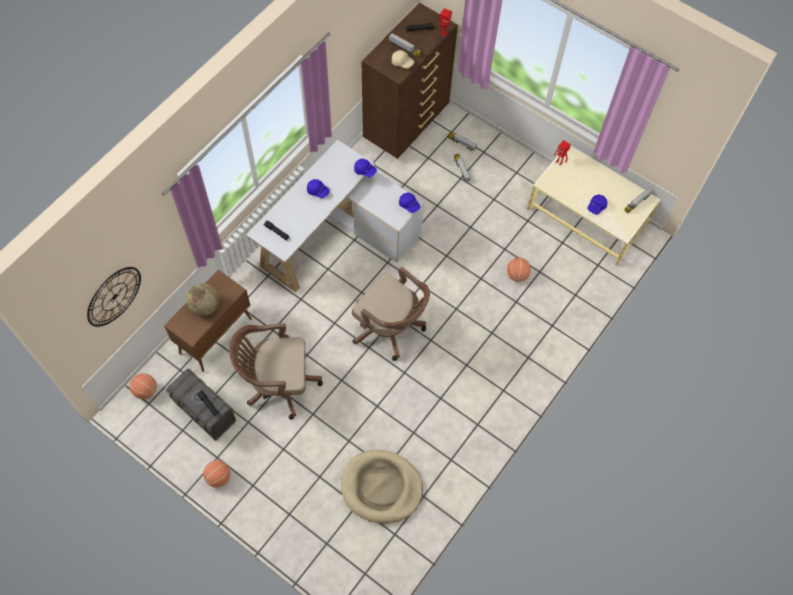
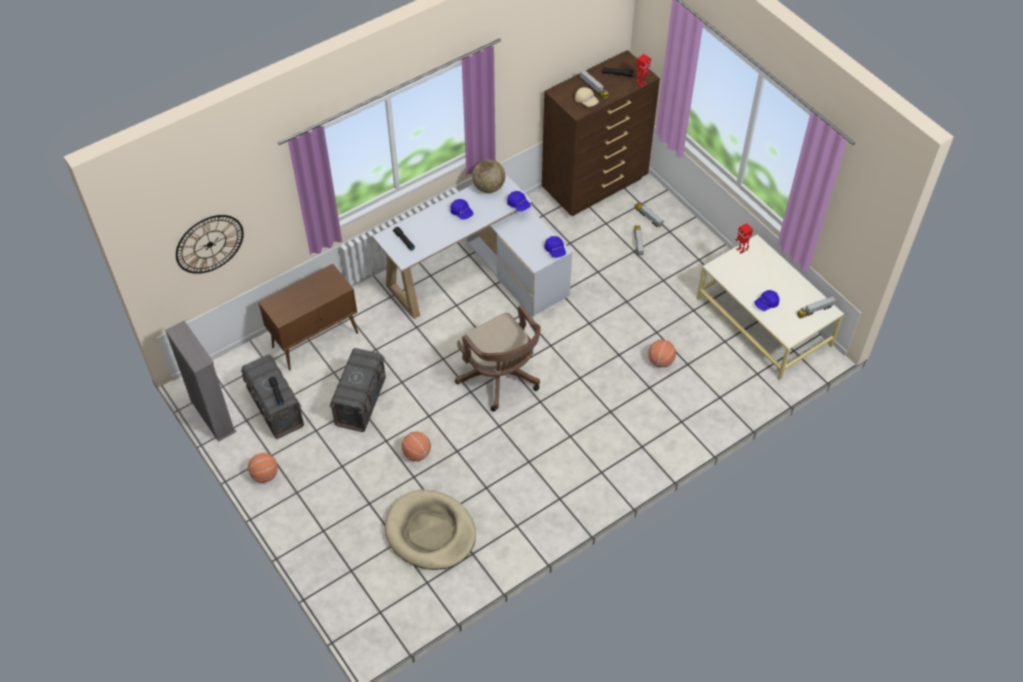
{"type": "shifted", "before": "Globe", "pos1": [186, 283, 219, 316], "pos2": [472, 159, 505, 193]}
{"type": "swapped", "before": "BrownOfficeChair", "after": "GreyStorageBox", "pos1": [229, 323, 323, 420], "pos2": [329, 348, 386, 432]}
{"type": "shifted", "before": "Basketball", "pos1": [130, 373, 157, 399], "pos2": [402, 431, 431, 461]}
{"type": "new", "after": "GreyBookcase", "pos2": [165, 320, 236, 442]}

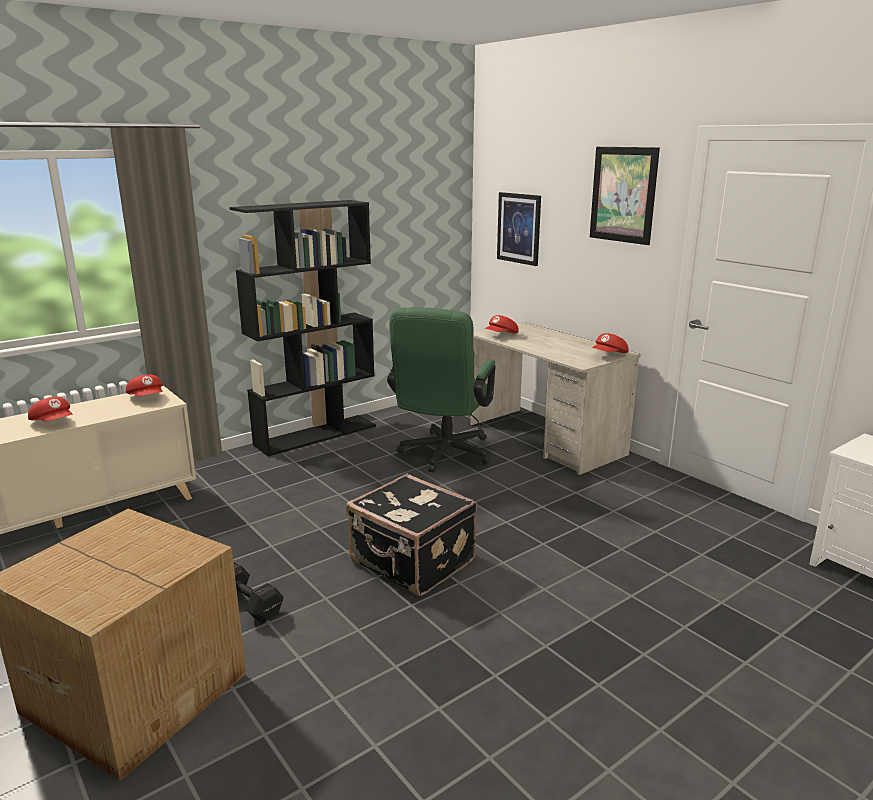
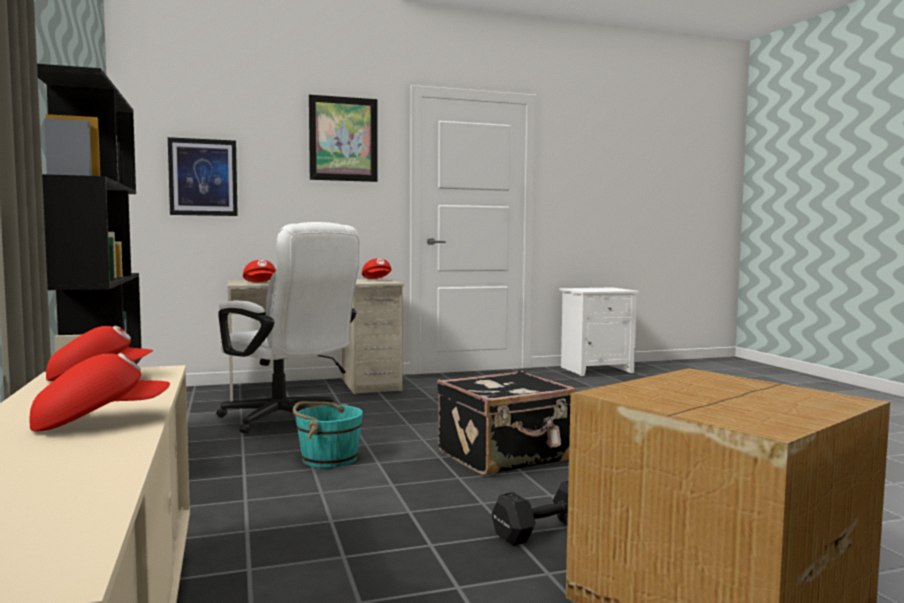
{"type": "repainted", "before": "GreenOfficeChair", "after": "WhiteOfficeChair", "pos1": [387, 307, 496, 473], "pos2": [217, 222, 359, 434]}
{"type": "new", "after": "TurquoiseBucket", "pos2": [293, 401, 363, 468]}

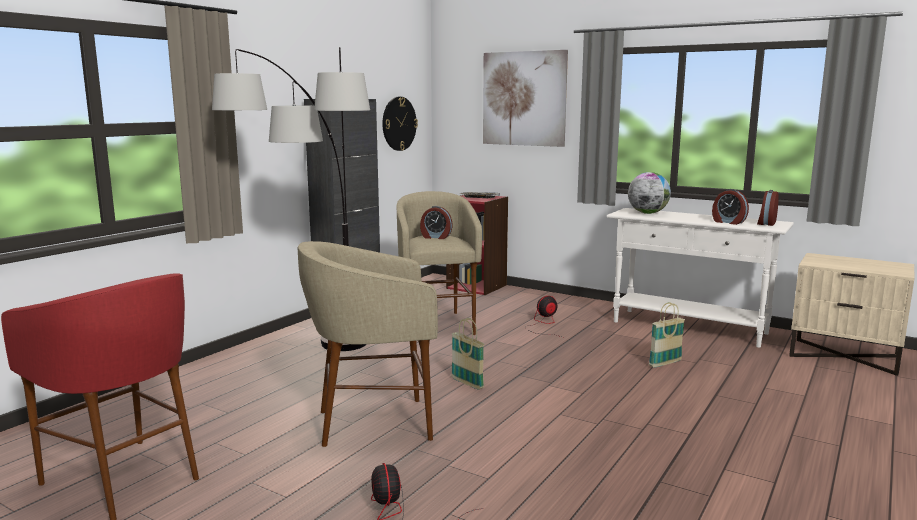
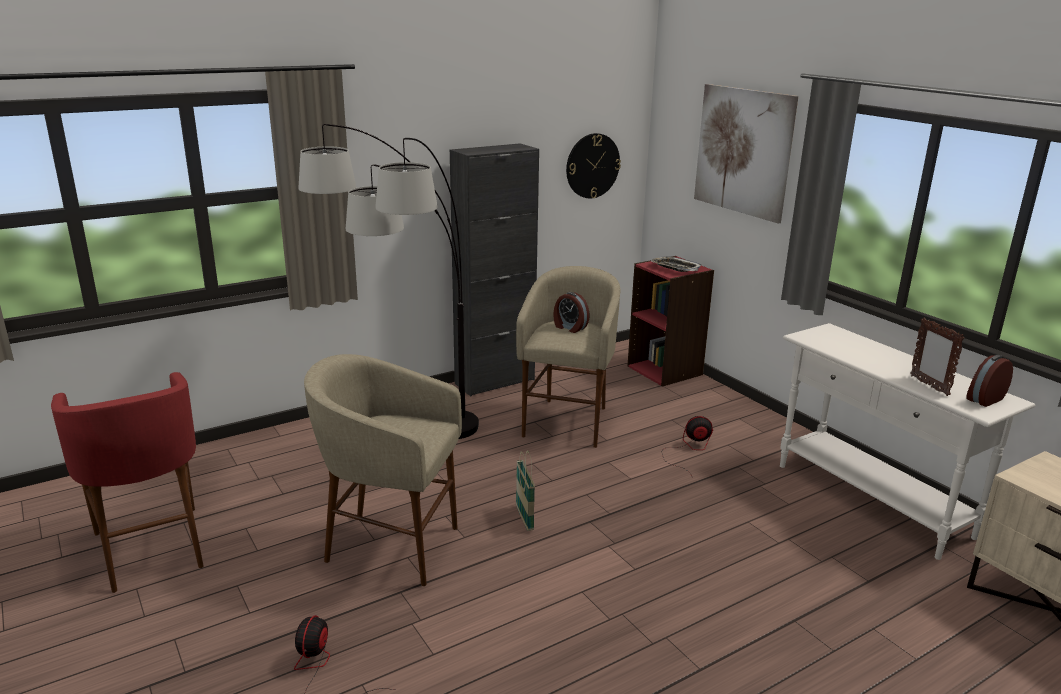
{"type": "gone", "before": "Globe", "pos1": [628, 172, 671, 214]}
{"type": "swapped", "before": "AlarmClock", "after": "PictureFrame", "pos1": [712, 189, 749, 225], "pos2": [910, 317, 965, 396]}
{"type": "gone", "before": "Basket", "pos1": [649, 302, 685, 368]}

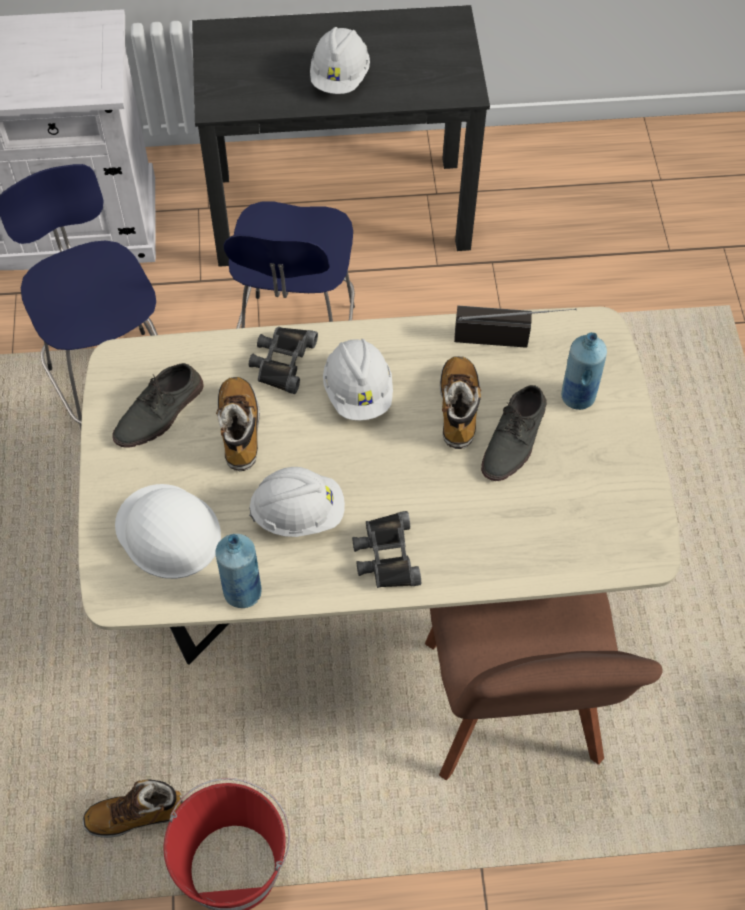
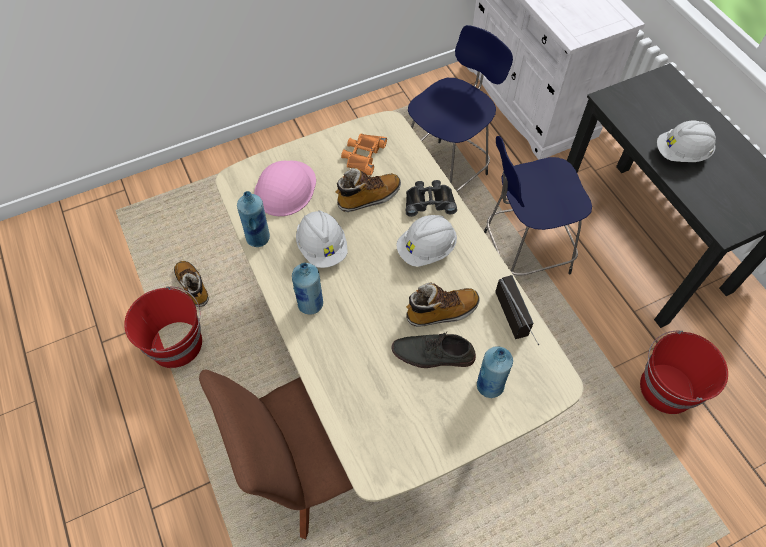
{"type": "swapped", "before": "GreyShoe", "after": "OrangeBinoculars", "pos1": [112, 363, 204, 448], "pos2": [341, 134, 387, 176]}
{"type": "repainted", "before": "WhiteHardHat", "after": "PinkHardHat", "pos1": [115, 484, 221, 579], "pos2": [254, 161, 316, 216]}
{"type": "swapped", "before": "BlackBinoculars", "after": "BlueBottle", "pos1": [352, 511, 421, 588], "pos2": [292, 263, 323, 315]}
{"type": "new", "after": "RedBucket", "pos2": [640, 330, 728, 414]}

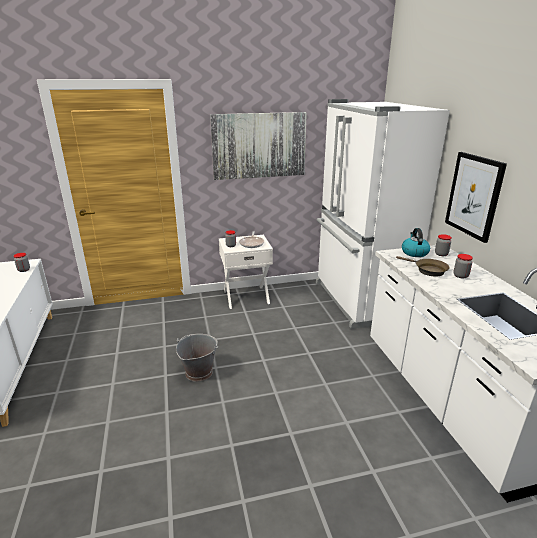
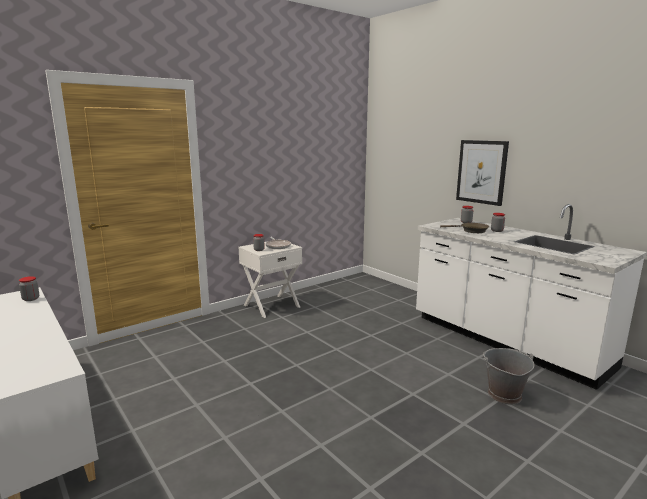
{"type": "gone", "before": "WhiteFridge", "pos1": [316, 99, 450, 329]}
{"type": "gone", "before": "Picture", "pos1": [210, 112, 307, 180]}
{"type": "gone", "before": "Kettle", "pos1": [402, 228, 430, 257]}
{"type": "shifted", "before": "GreyBucket", "pos1": [176, 334, 218, 382], "pos2": [483, 348, 535, 405]}

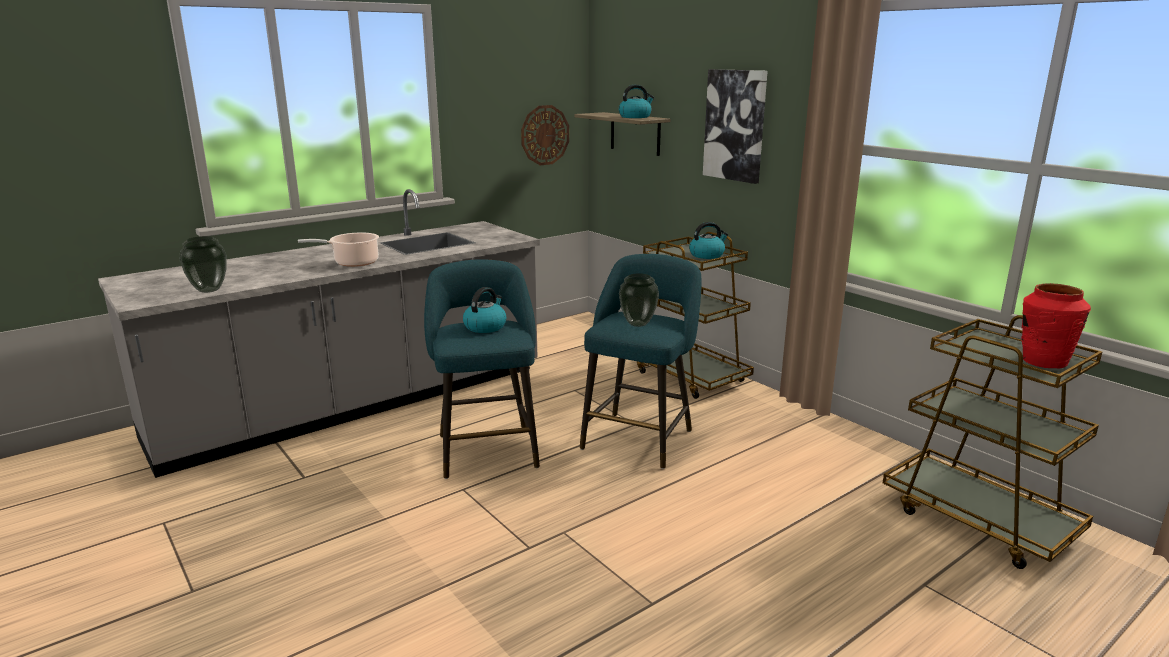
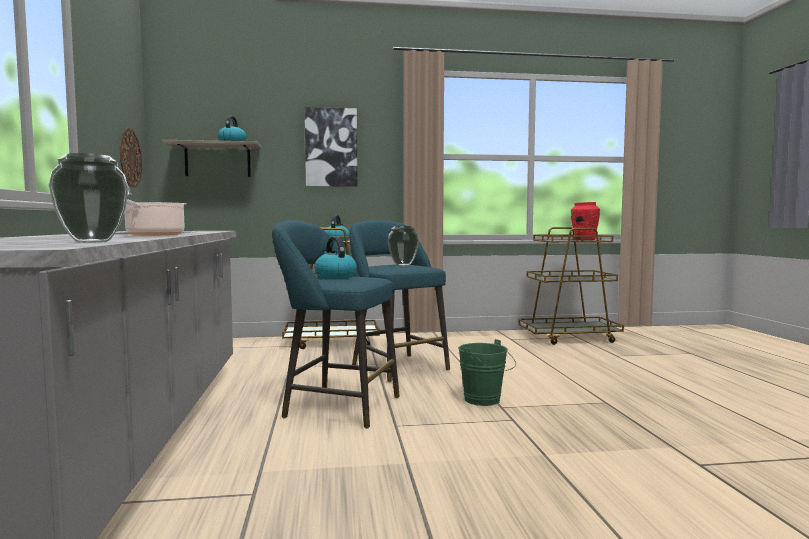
{"type": "new", "after": "GreenBucket", "pos2": [458, 339, 516, 406]}

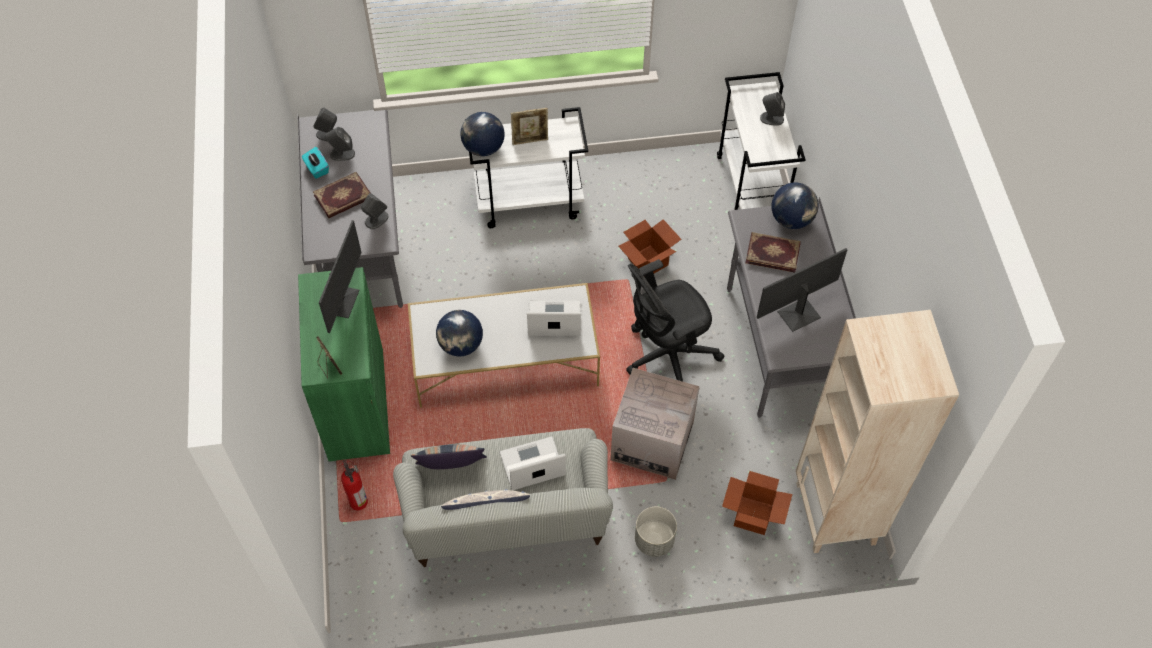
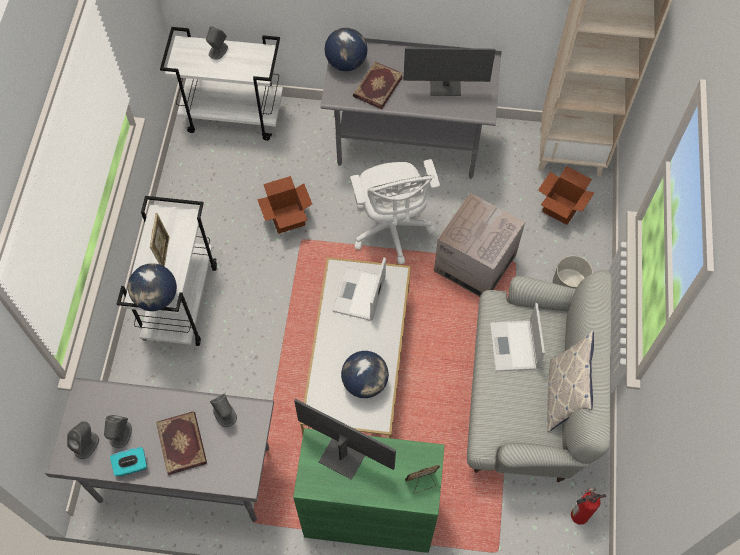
{"type": "rotated", "before": "Monitor", "pos1": [757, 248, 848, 332], "pos2": [404, 48, 496, 96], "turn": -75}
{"type": "repainted", "before": "BlackOfficeChair", "after": "WhiteOfficeChair", "pos1": [626, 259, 724, 382], "pos2": [351, 159, 440, 265]}
{"type": "gone", "before": "Pillow", "pos1": [410, 444, 487, 469]}
{"type": "shifted", "before": "FireExtinguisher", "pos1": [341, 460, 368, 510], "pos2": [571, 487, 606, 525]}

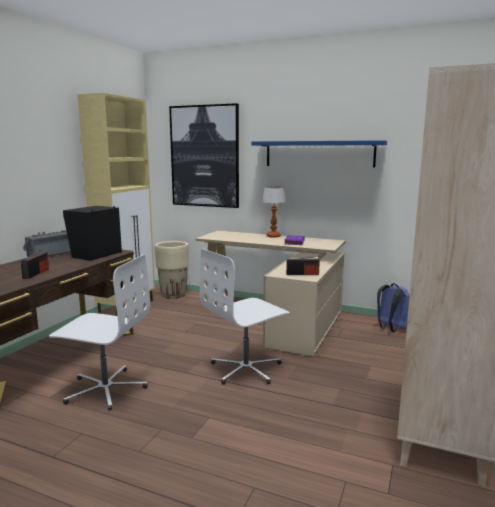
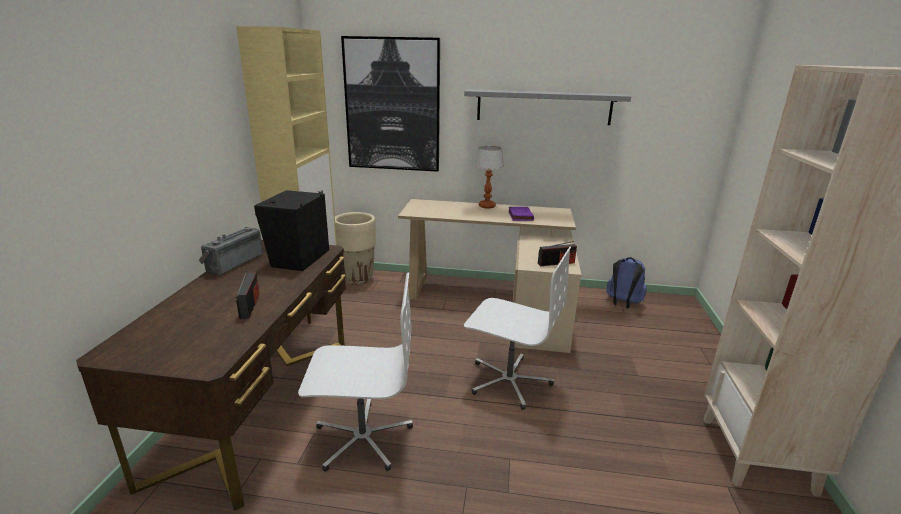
{"type": "repainted", "before": "BlueShelf", "after": "GreyShelf", "pos1": [252, 140, 387, 167], "pos2": [464, 89, 631, 125]}
{"type": "rotated", "before": "WhiteOfficeChair", "pos1": [200, 249, 290, 384], "pos2": [464, 247, 571, 410], "turn": -105}

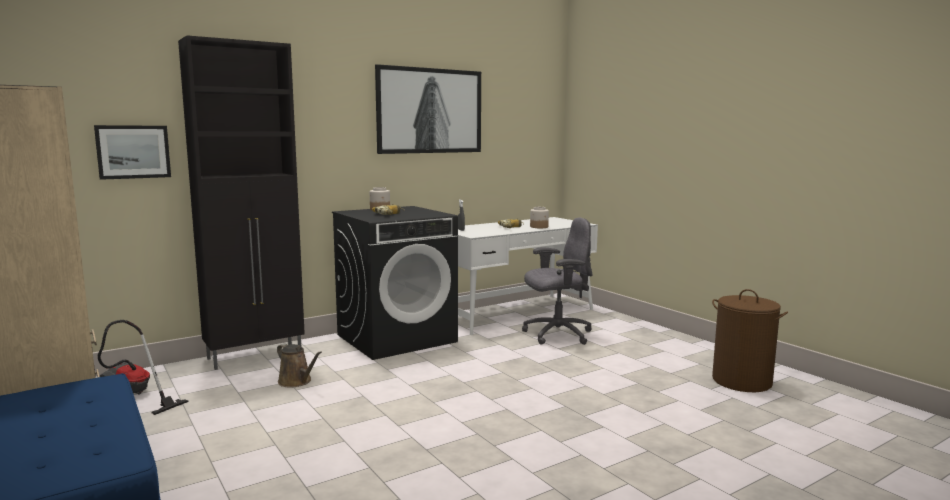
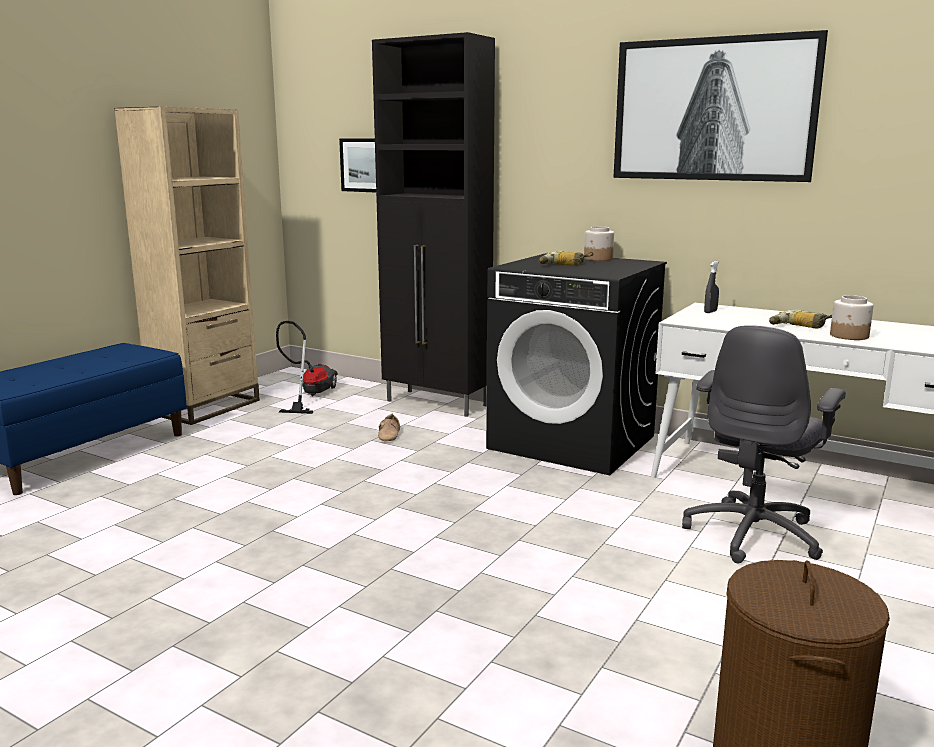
{"type": "rotated", "before": "GreyOfficeChair", "pos1": [522, 217, 592, 345], "pos2": [682, 325, 846, 564], "turn": 75}
{"type": "swapped", "before": "BrownWateringCan", "after": "BeigeShoe", "pos1": [277, 343, 322, 387], "pos2": [378, 413, 400, 441]}

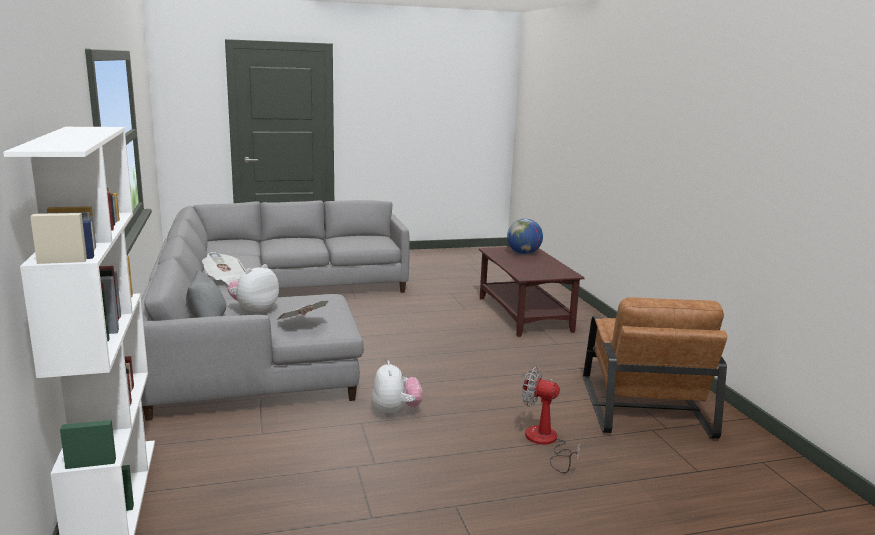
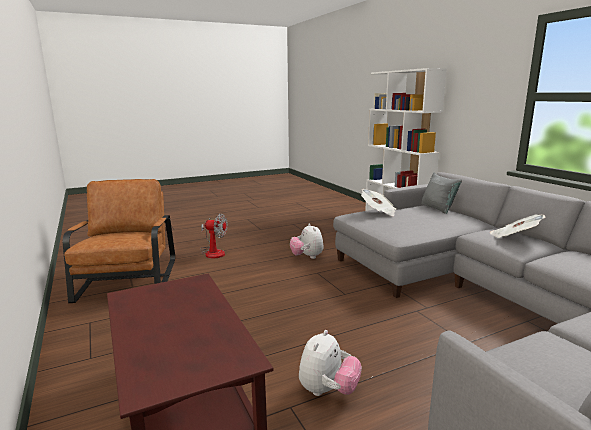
{"type": "gone", "before": "Globe", "pos1": [507, 219, 543, 254]}
{"type": "shifted", "before": "PlushToy", "pos1": [227, 264, 279, 315], "pos2": [299, 330, 362, 396]}

